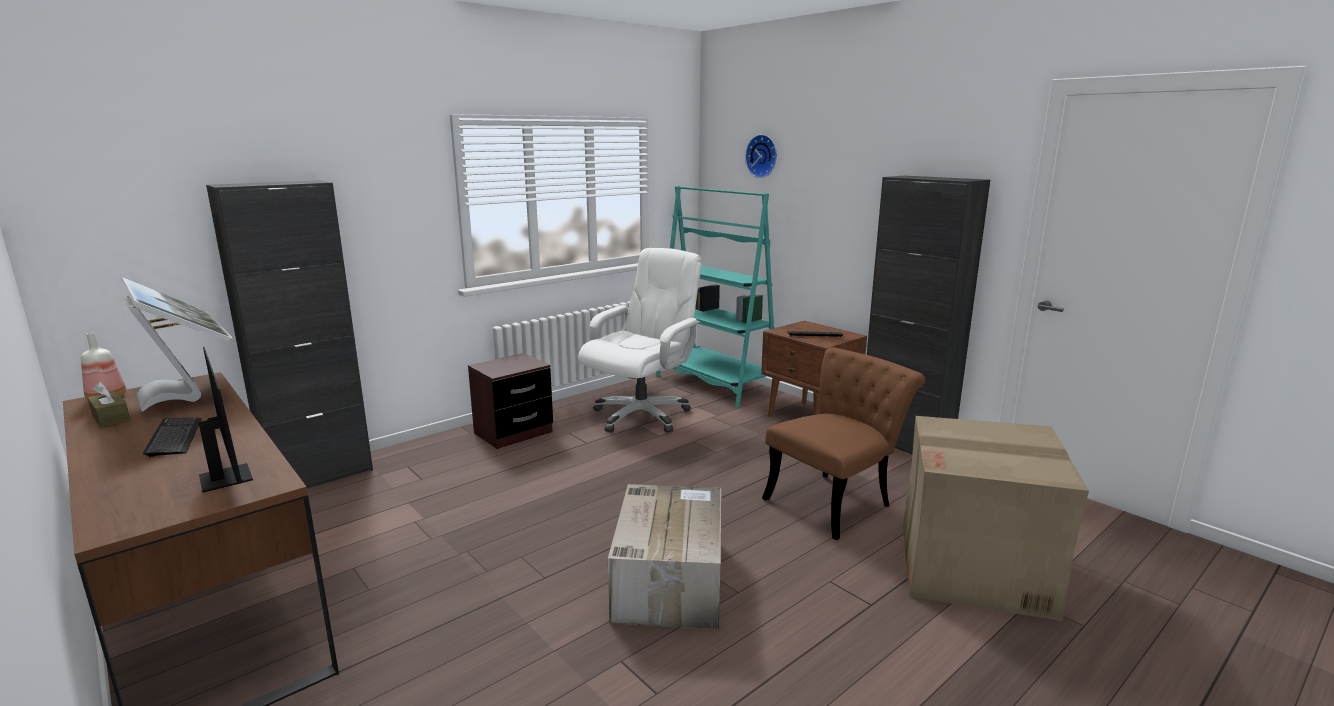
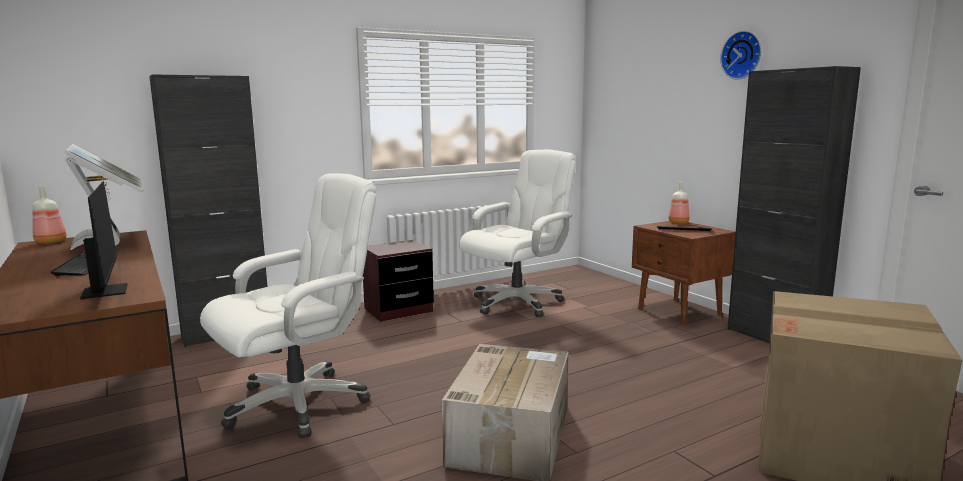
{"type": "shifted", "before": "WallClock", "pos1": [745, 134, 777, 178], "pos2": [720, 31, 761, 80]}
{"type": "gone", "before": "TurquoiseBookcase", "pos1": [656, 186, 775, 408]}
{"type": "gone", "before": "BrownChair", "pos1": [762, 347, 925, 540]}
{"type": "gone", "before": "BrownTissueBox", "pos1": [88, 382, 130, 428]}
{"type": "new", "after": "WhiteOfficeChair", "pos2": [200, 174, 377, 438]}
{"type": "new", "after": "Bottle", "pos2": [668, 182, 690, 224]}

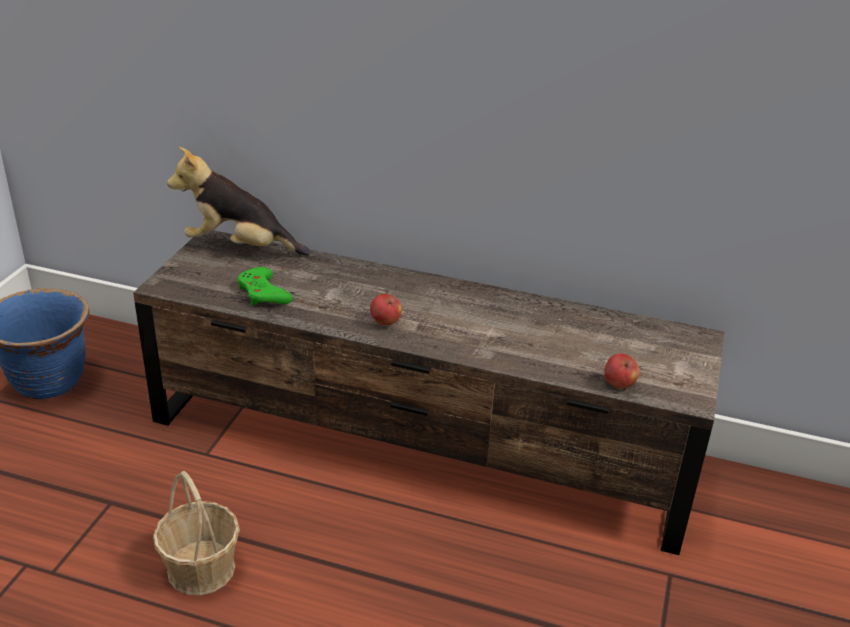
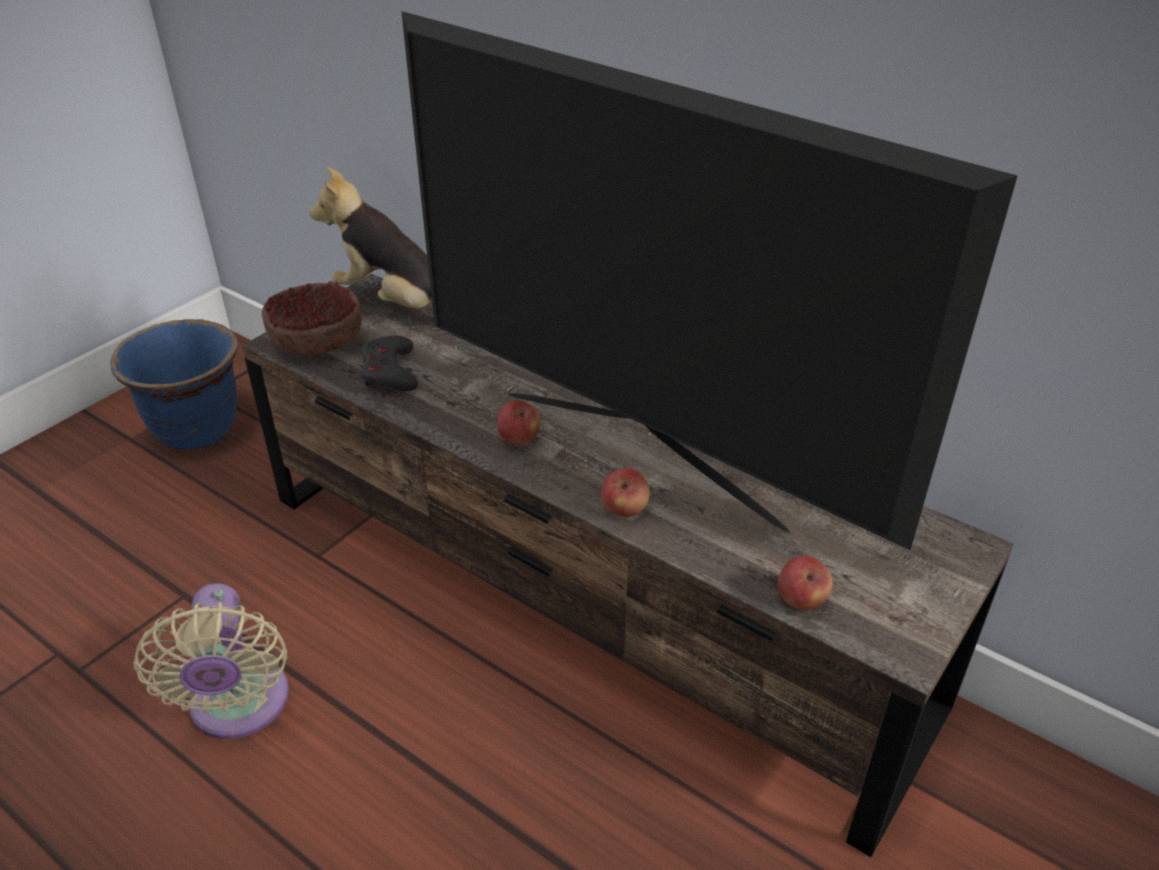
{"type": "repainted", "before": "GreenGameController", "after": "GreyGameController", "pos1": [238, 267, 293, 305], "pos2": [361, 336, 418, 391]}
{"type": "swapped", "before": "Basket", "after": "BeigeFan", "pos1": [153, 471, 240, 595], "pos2": [133, 583, 289, 739]}
{"type": "new", "after": "Television", "pos2": [401, 11, 1018, 550]}
{"type": "new", "after": "Bowl", "pos2": [262, 281, 362, 355]}
{"type": "new", "after": "Apple", "pos2": [601, 468, 650, 517]}

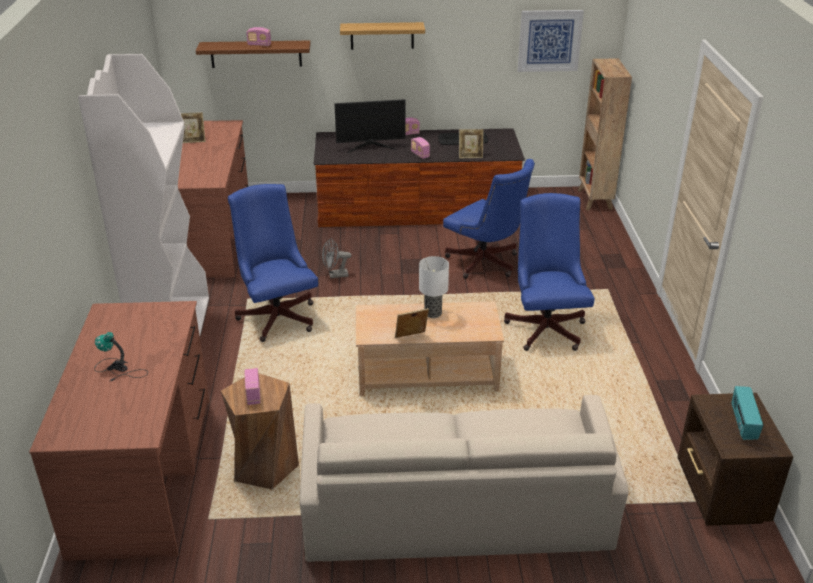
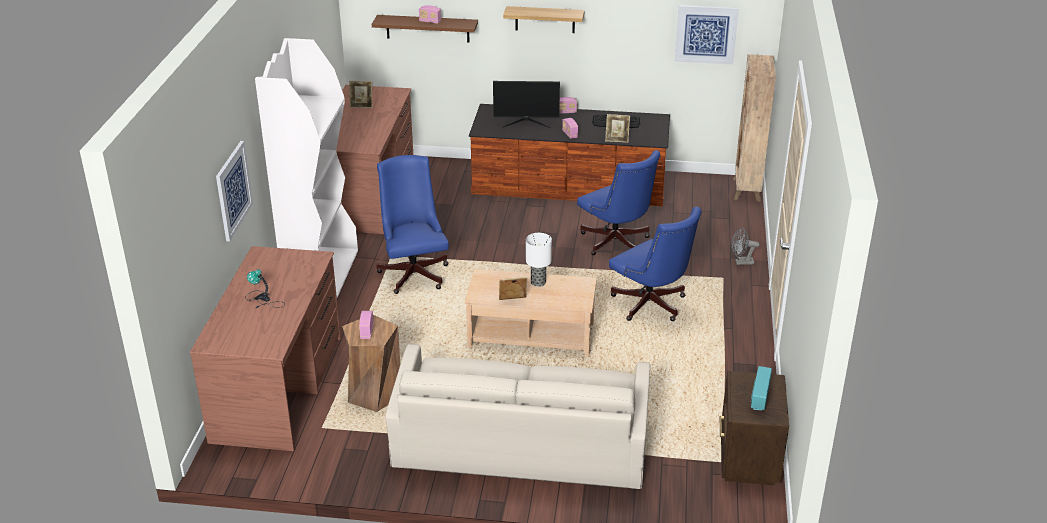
{"type": "rotated", "before": "BlueOfficeChair", "pos1": [504, 193, 595, 351], "pos2": [609, 207, 702, 321], "turn": 135}
{"type": "shifted", "before": "GreyFan", "pos1": [322, 238, 352, 278], "pos2": [732, 227, 760, 265]}
{"type": "new", "after": "Picture", "pos2": [216, 141, 253, 241]}

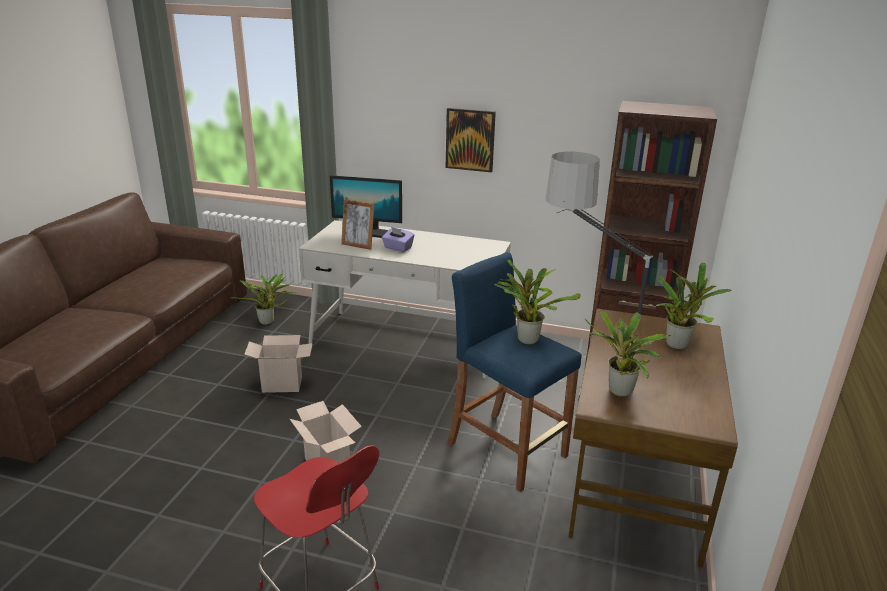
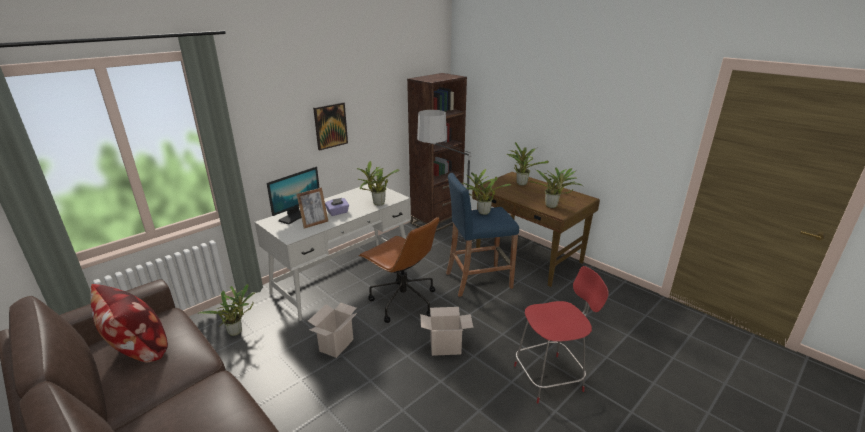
{"type": "new", "after": "PottedPlant", "pos2": [357, 161, 400, 206]}
{"type": "new", "after": "BrownOfficeChair", "pos2": [358, 217, 439, 323]}
{"type": "new", "after": "Pillow", "pos2": [90, 284, 168, 363]}

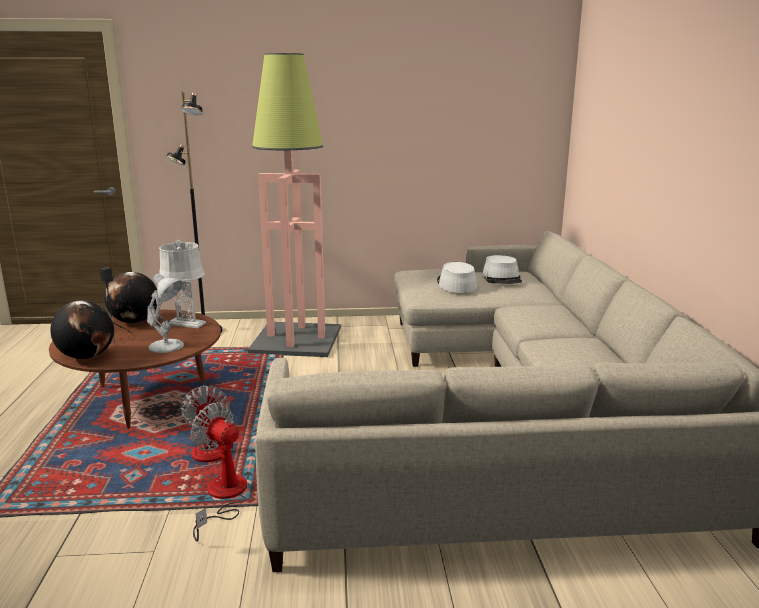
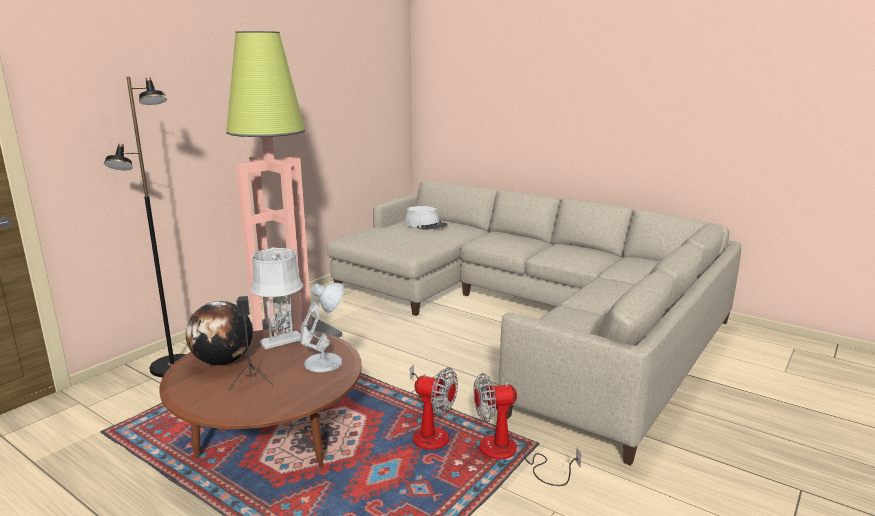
{"type": "gone", "before": "GreyHat", "pos1": [437, 262, 477, 293]}
{"type": "gone", "before": "Globe", "pos1": [50, 300, 114, 359]}

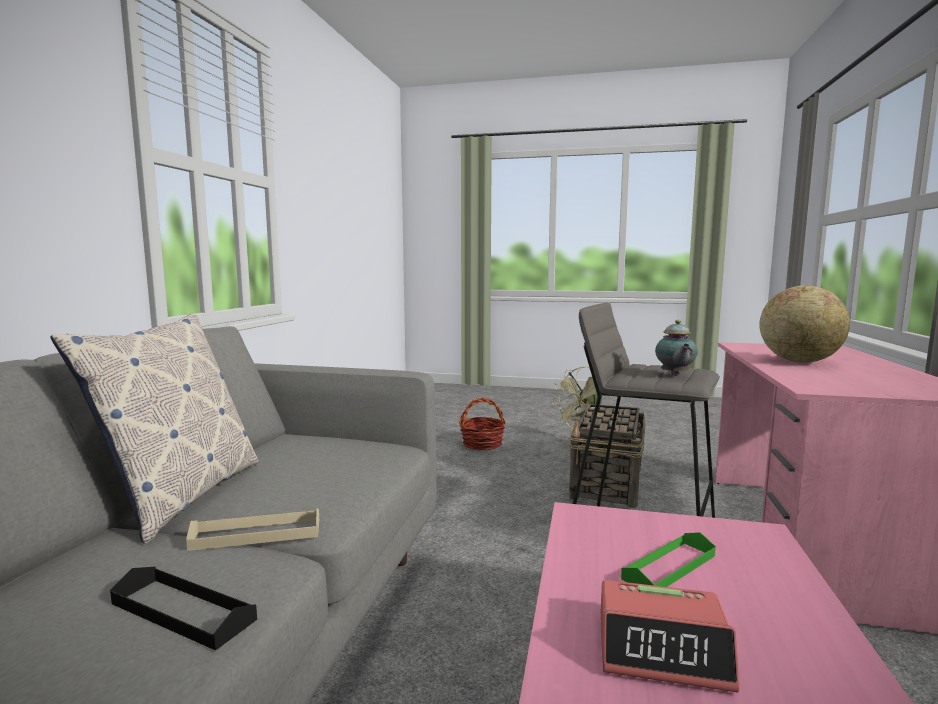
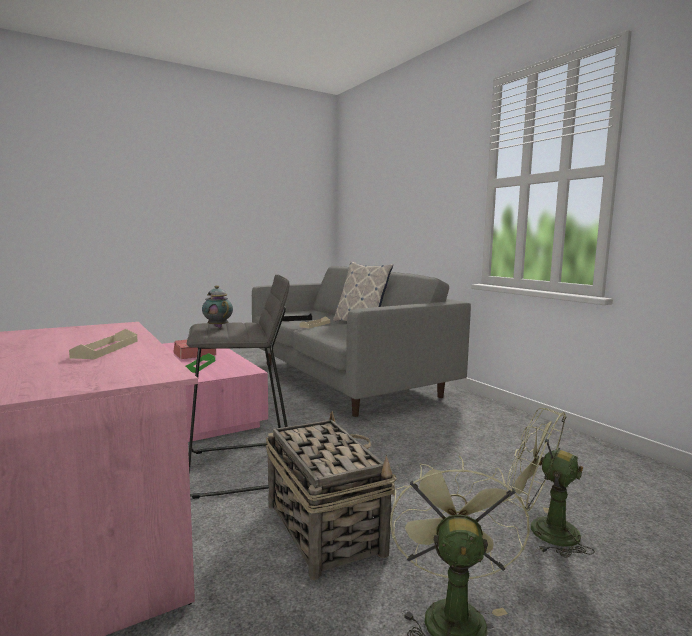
{"type": "swapped", "before": "Globe", "after": "BeigeTray", "pos1": [760, 285, 850, 363], "pos2": [69, 329, 138, 359]}
{"type": "swapped", "before": "Basket", "after": "GreenFan", "pos1": [459, 397, 505, 450], "pos2": [507, 408, 595, 558]}

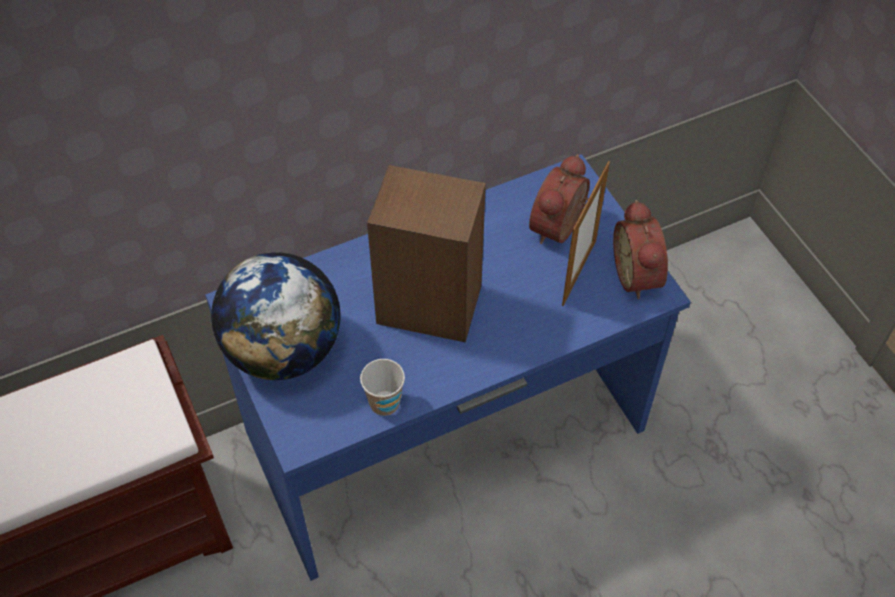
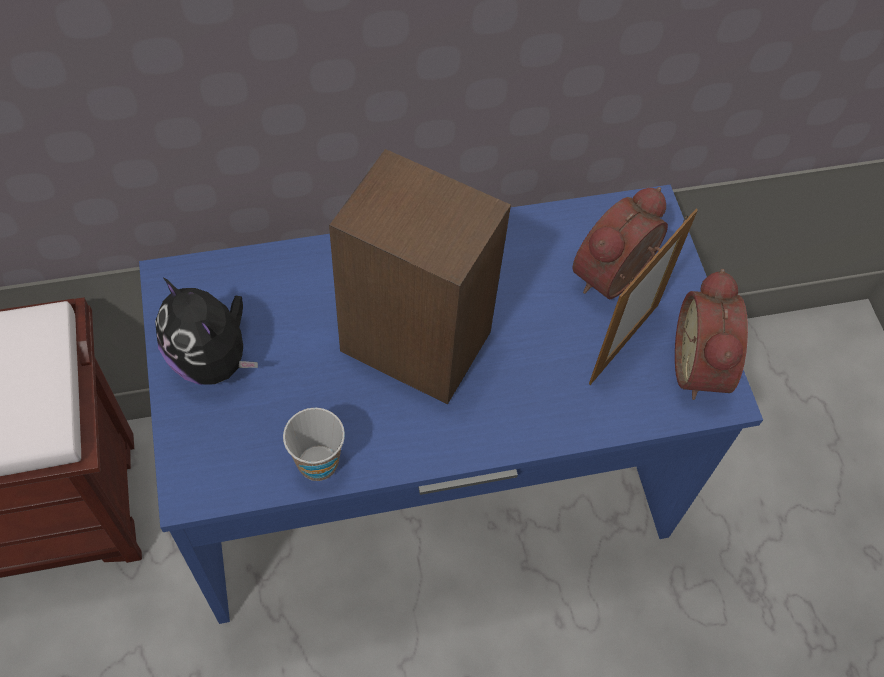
{"type": "swapped", "before": "Globe", "after": "PlushToy", "pos1": [211, 252, 341, 380], "pos2": [155, 278, 258, 385]}

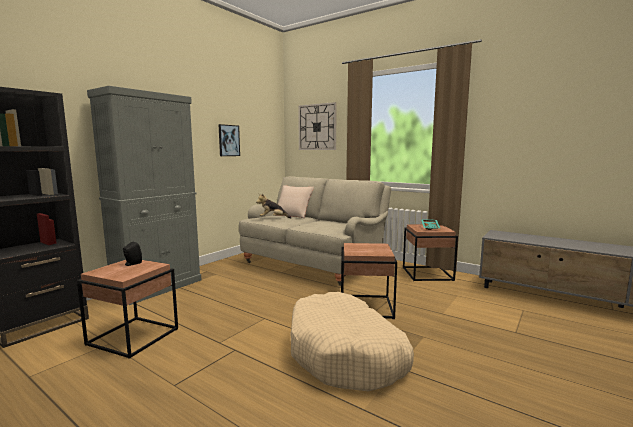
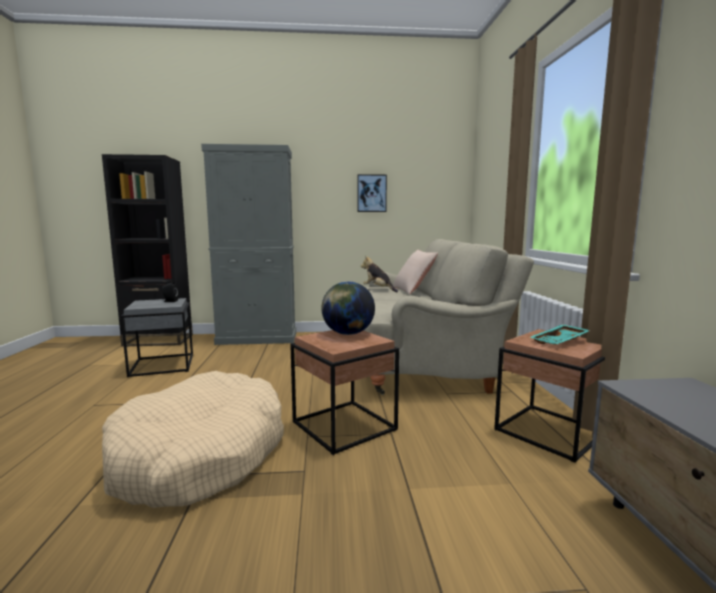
{"type": "gone", "before": "WallClock", "pos1": [298, 102, 337, 150]}
{"type": "repainted", "before": "BrownSideTable", "after": "GreySideTable", "pos1": [77, 260, 178, 359], "pos2": [121, 298, 193, 378]}
{"type": "new", "after": "Globe", "pos2": [321, 282, 375, 335]}

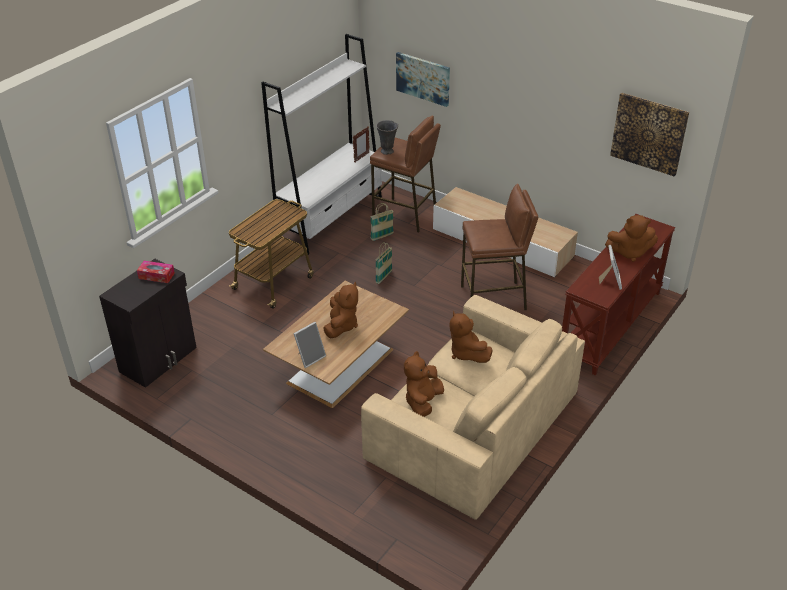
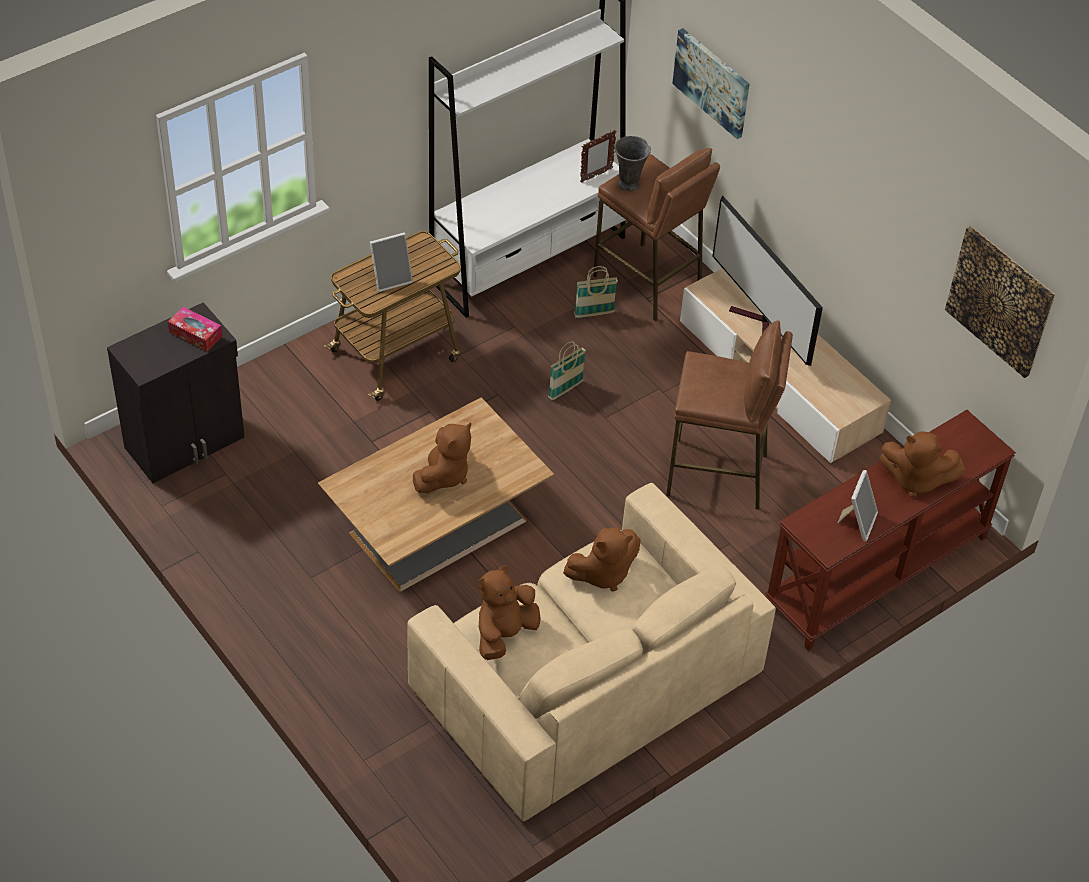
{"type": "rotated", "before": "BrownPlushToy", "pos1": [449, 310, 493, 363], "pos2": [563, 527, 641, 592], "turn": -105}
{"type": "shifted", "before": "PictureFrame", "pos1": [294, 322, 326, 368], "pos2": [370, 232, 413, 292]}
{"type": "new", "after": "Television", "pos2": [712, 196, 823, 366]}

